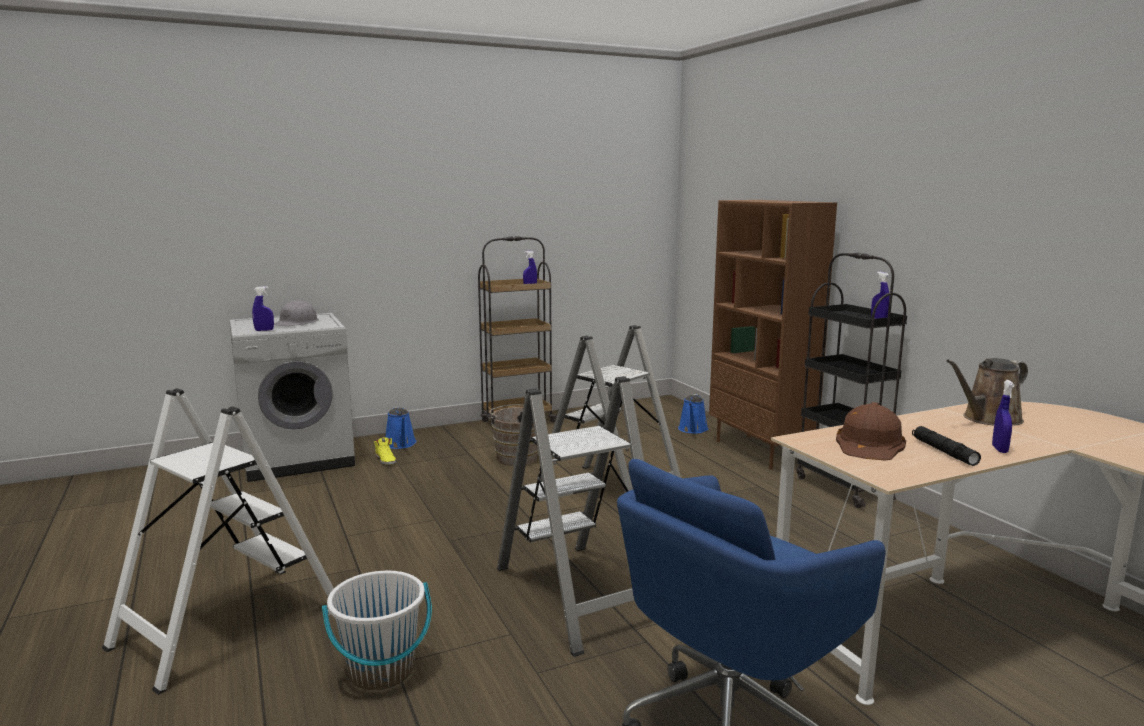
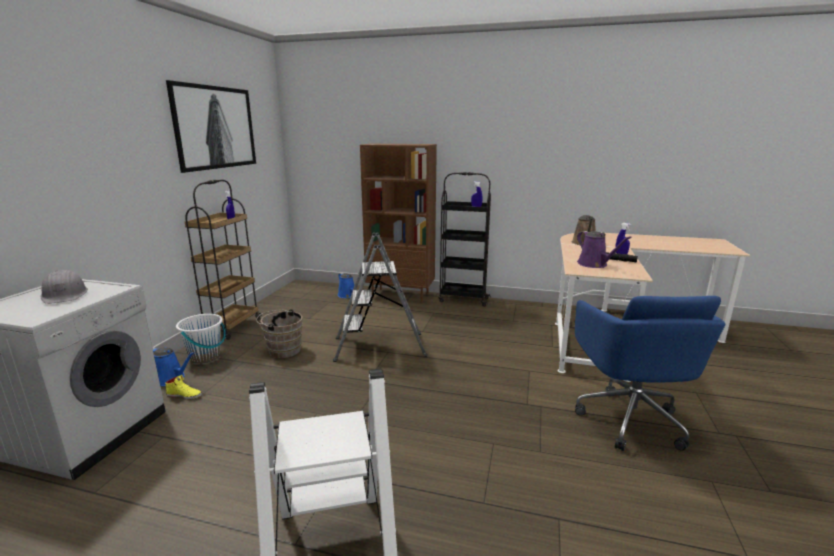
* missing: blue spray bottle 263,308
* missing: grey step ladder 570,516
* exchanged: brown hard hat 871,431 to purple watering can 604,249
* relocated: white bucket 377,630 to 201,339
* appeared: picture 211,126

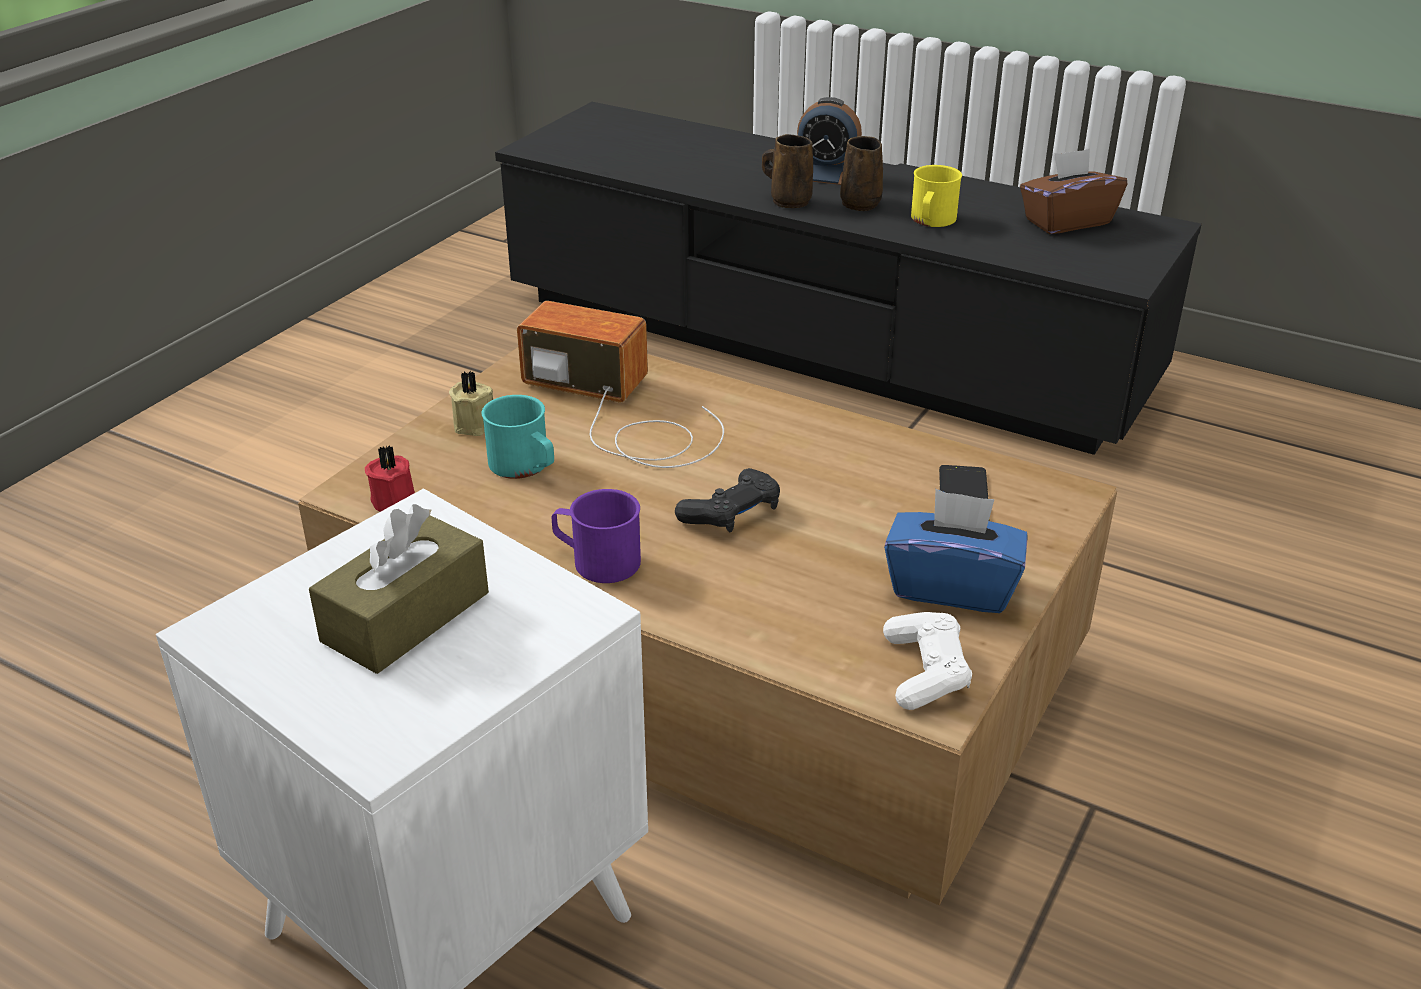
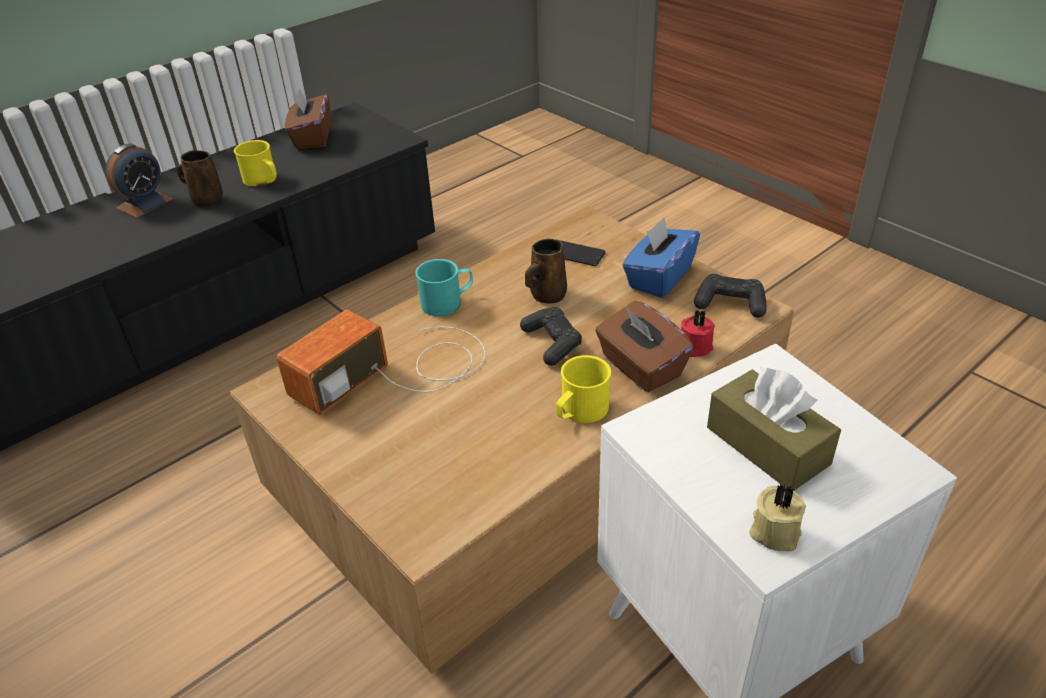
* relocated: brown mug 787,171 to 546,271
* relocated: beige candle 471,403 to 777,517
* relocated: turquoise mug 517,437 to 444,287
* relocated: red candle 390,478 to 698,333
* colour: purple mug 596,536 to yellow mug 583,389
* colour: white game controller 927,661 to black game controller 730,296
* appeared: brown tissue box 644,346

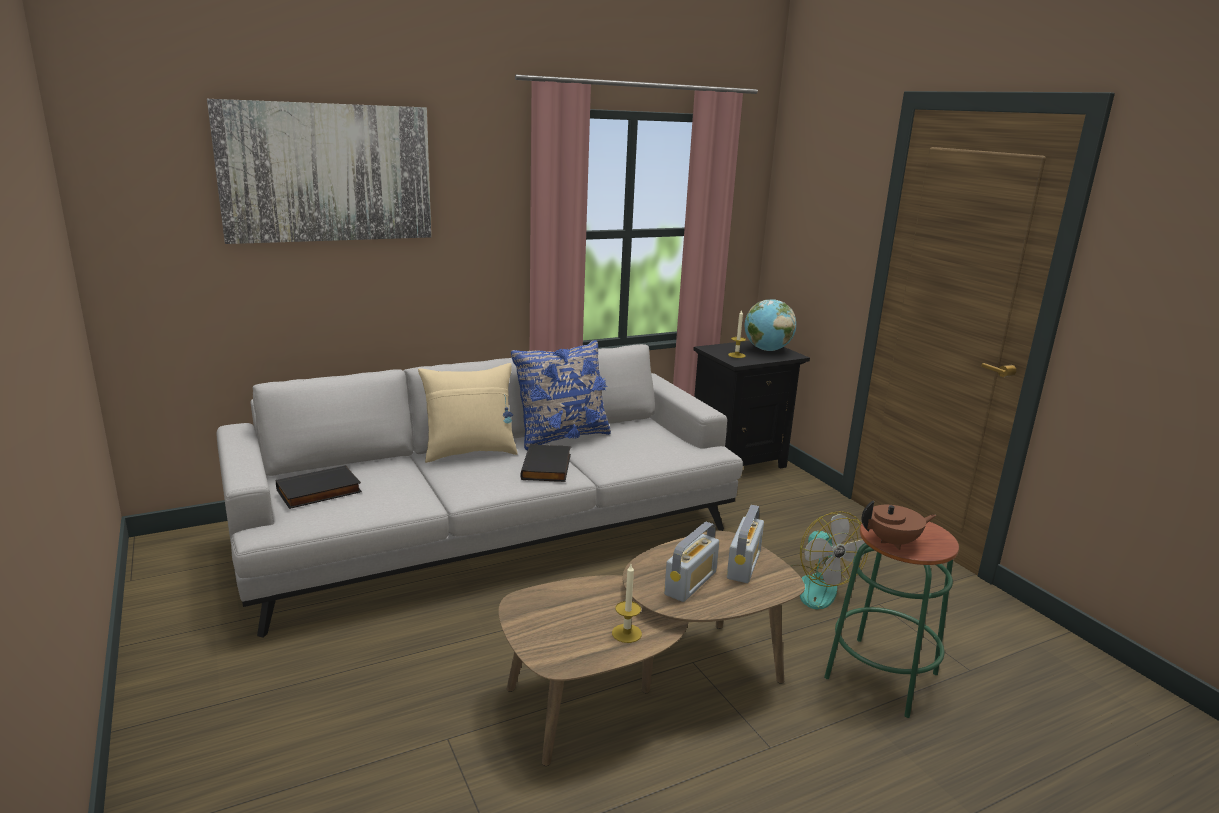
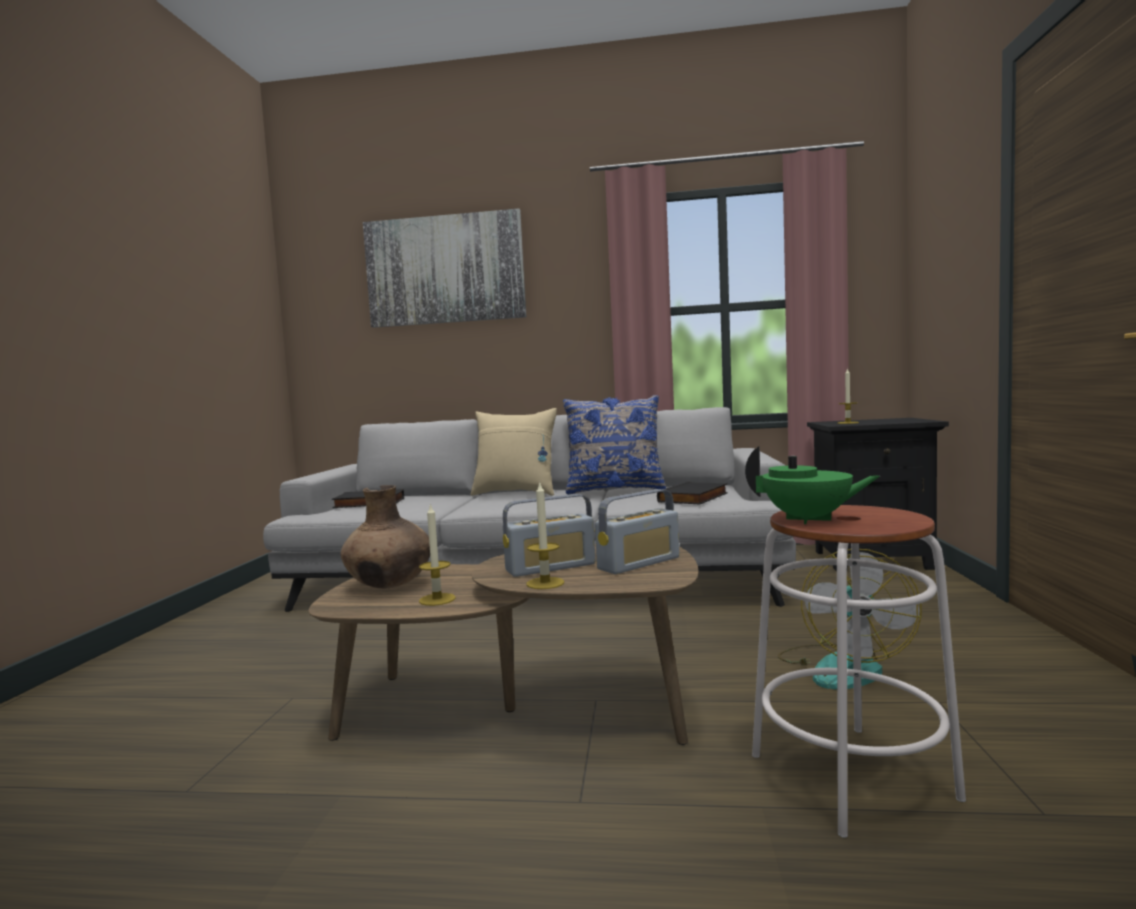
* missing: globe 770,325
* relocated: black book 545,463 to 692,492
* colour: brown teapot 899,525 to green teapot 812,485
* colour: green stool 891,620 to white stool 859,671
* appeared: candle 545,535
* appeared: brown vase 385,536

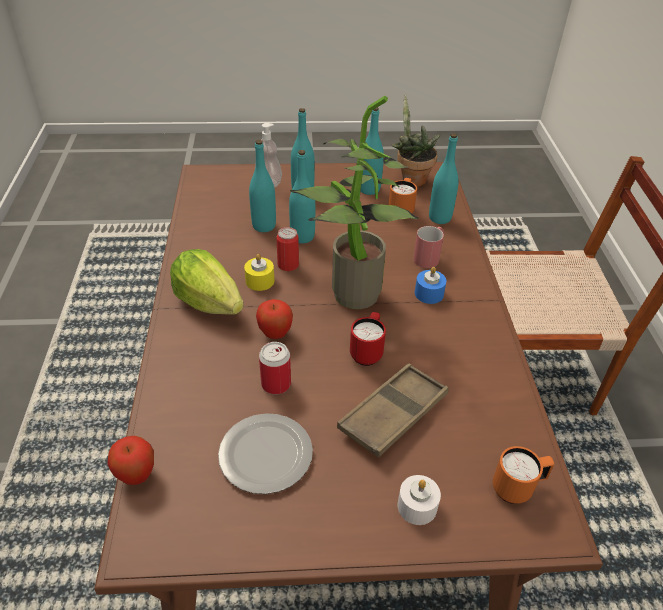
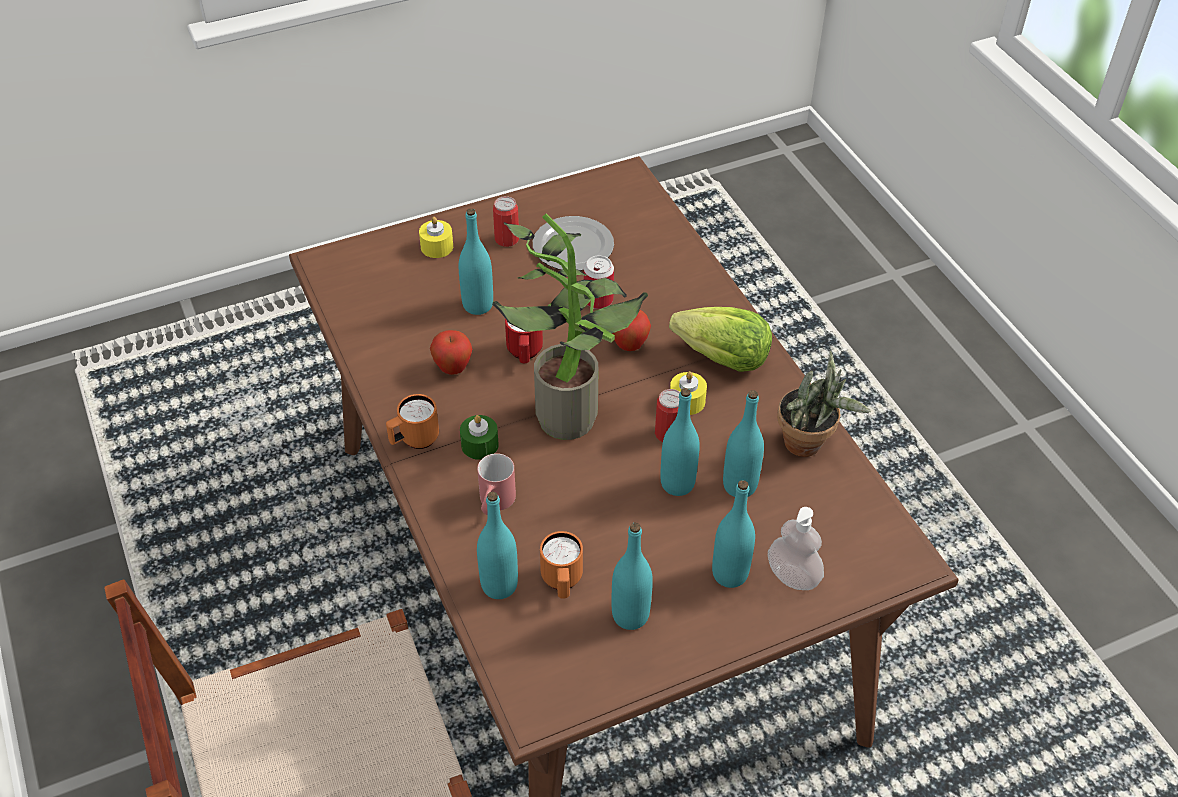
* relocated: potted plant 416,140 to 824,403
* colour: blue candle 430,285 to green candle 479,437
* exchanged: brown tray 393,410 to turquoise bottle 476,261
* relocated: apple 130,460 to 451,352
* relocated: orange mug 523,475 to 412,421
* colour: white candle 419,500 to yellow candle 436,237
* appeared: can 506,221

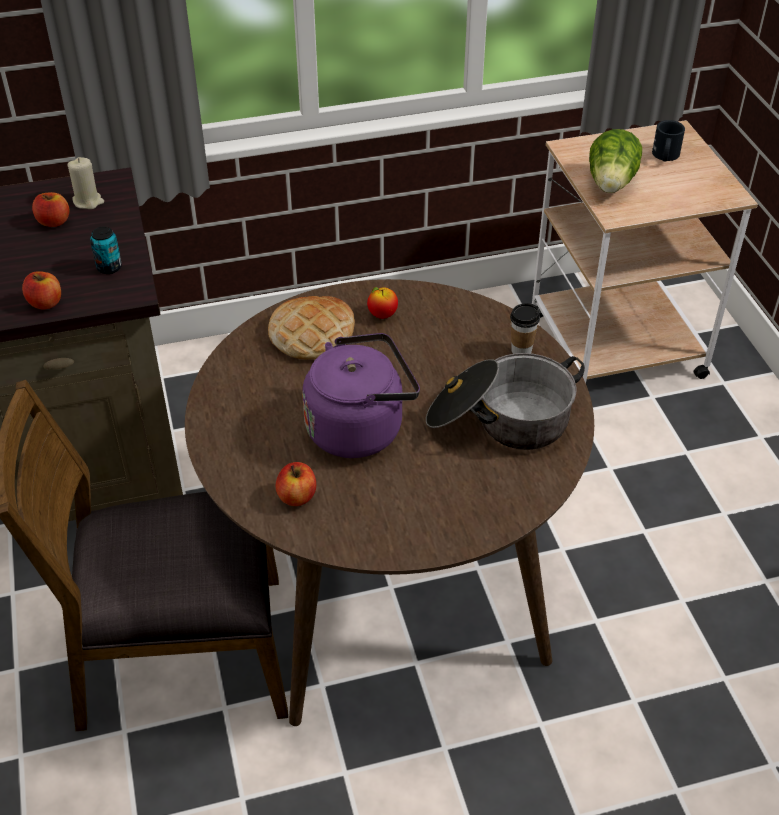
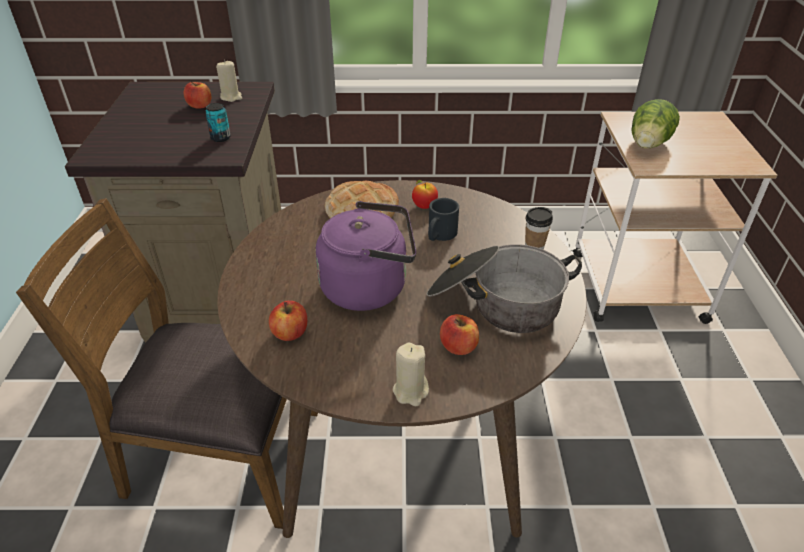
* relocated: black mug 668,141 to 443,219
* relocated: apple 41,290 to 459,334
* appeared: beige candle 411,374

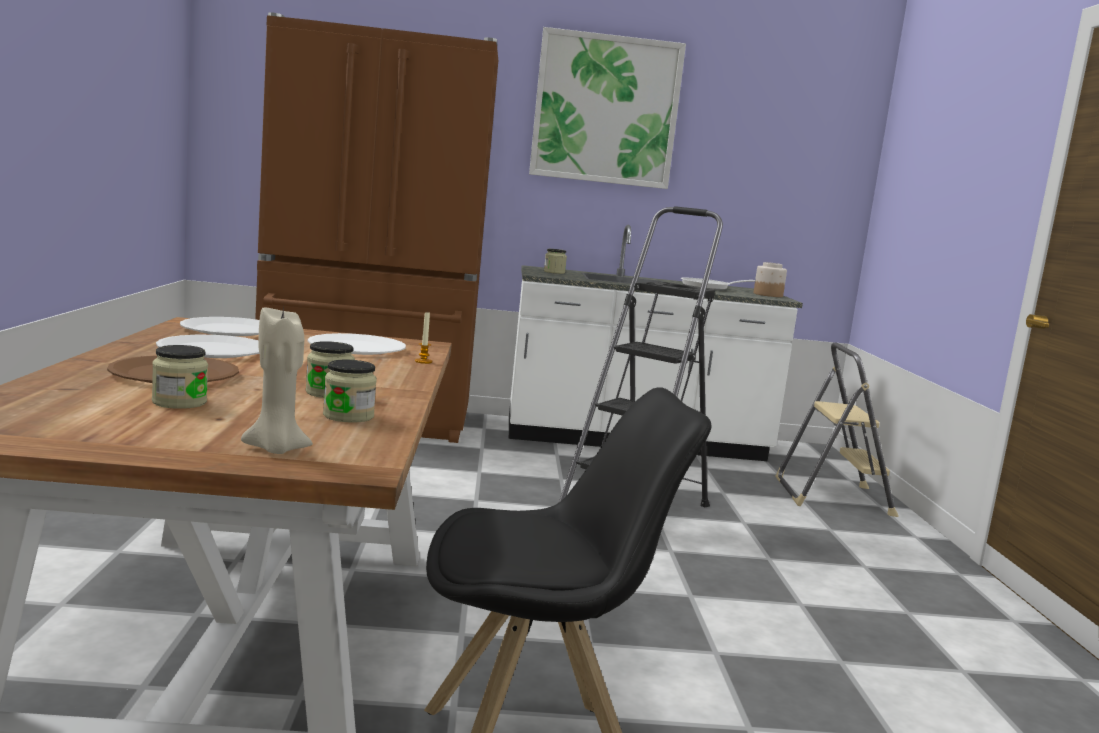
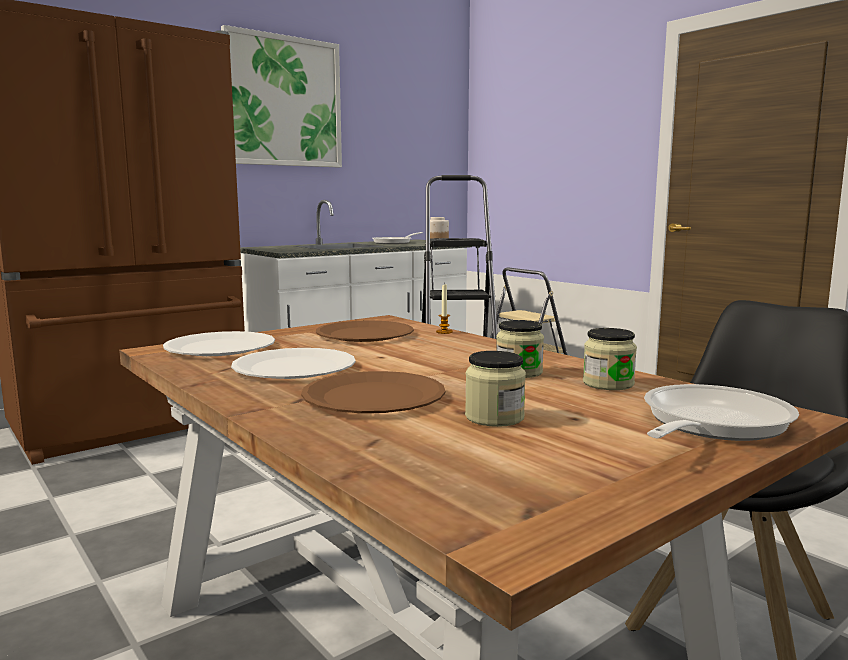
* missing: jar 555,261
* exchanged: beige candle 277,380 to frying pan 721,412
* colour: white plate 357,344 to brown plate 365,331

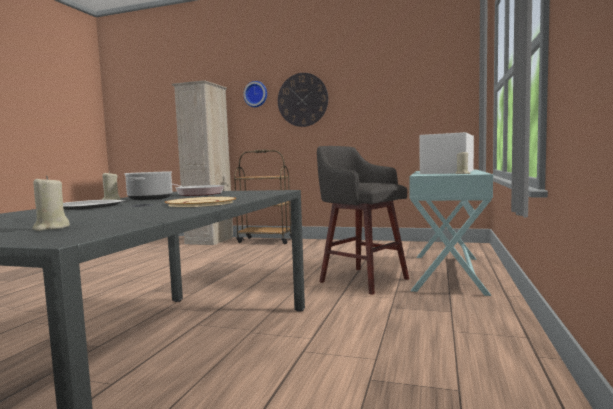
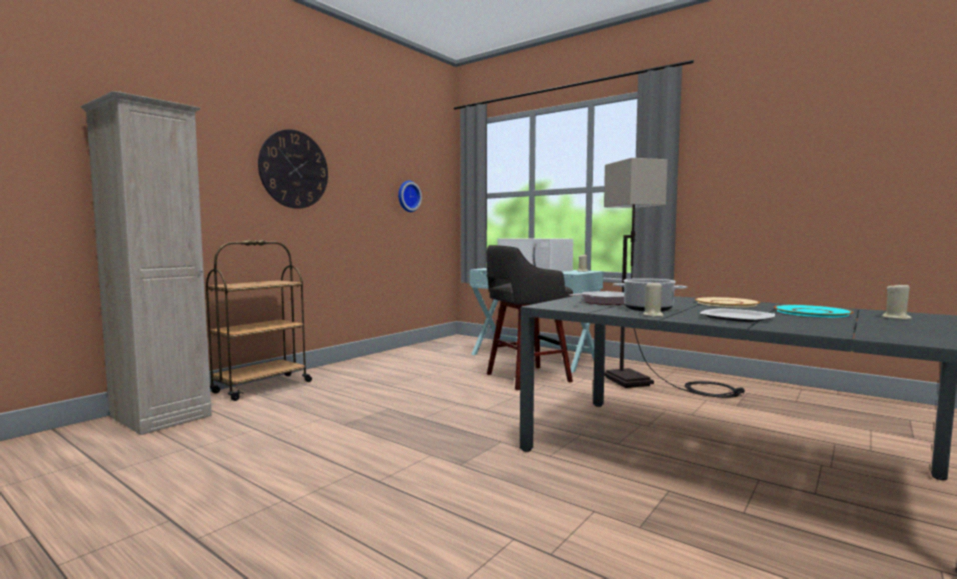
* relocated: wall clock 255,94 to 410,196
* appeared: floor lamp 674,278
* appeared: turquoise plate 814,311

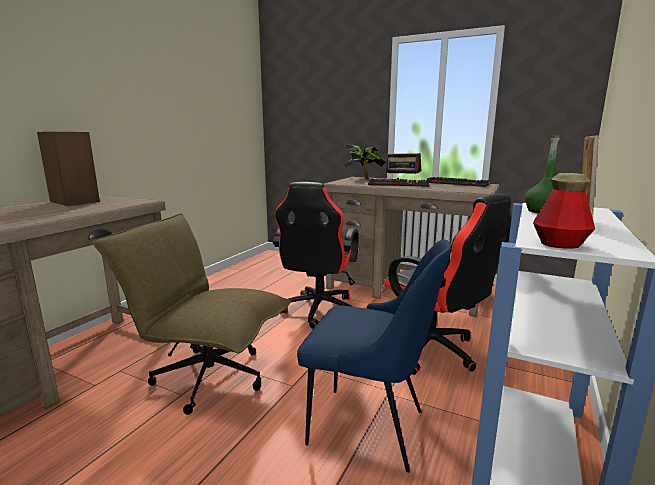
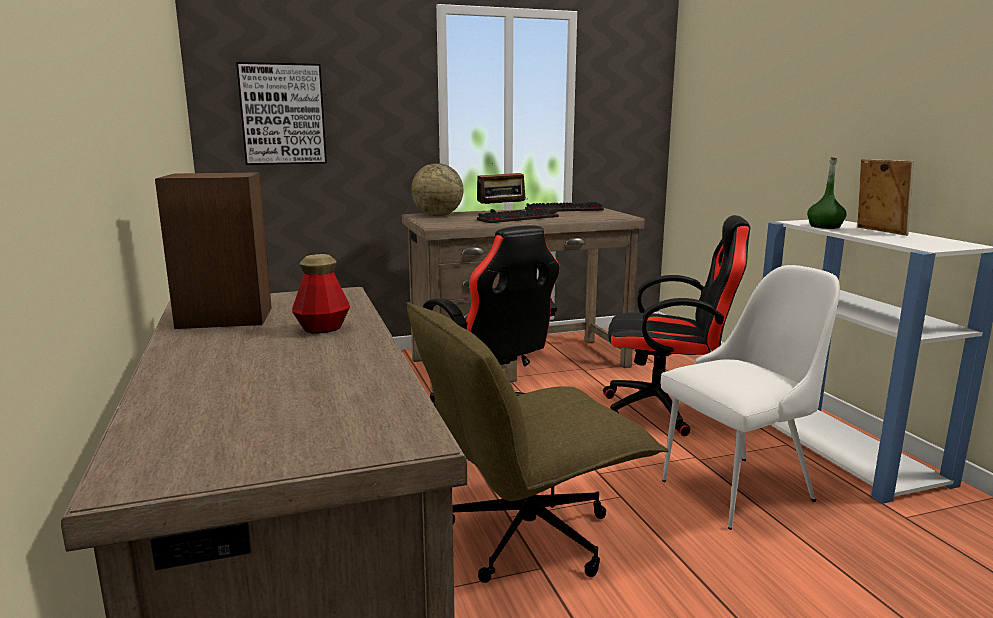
* exchanged: potted plant 365,162 to globe 437,189
* relocated: bottle 564,211 to 321,293
* colour: blue chair 374,356 to white chair 750,397
* appeared: picture 281,113

